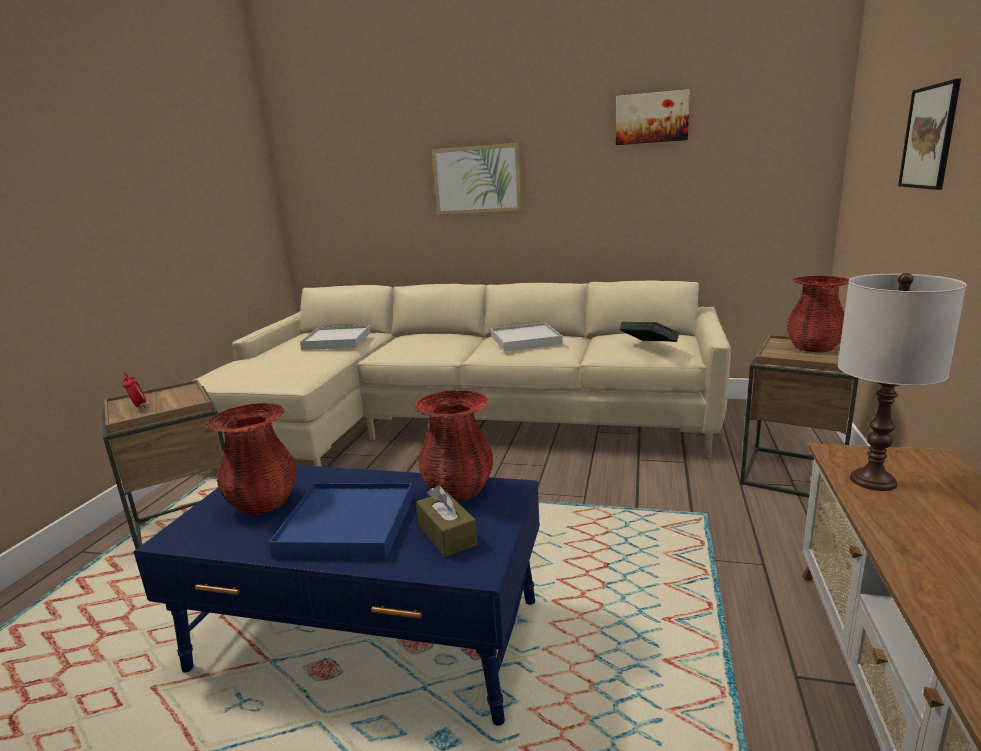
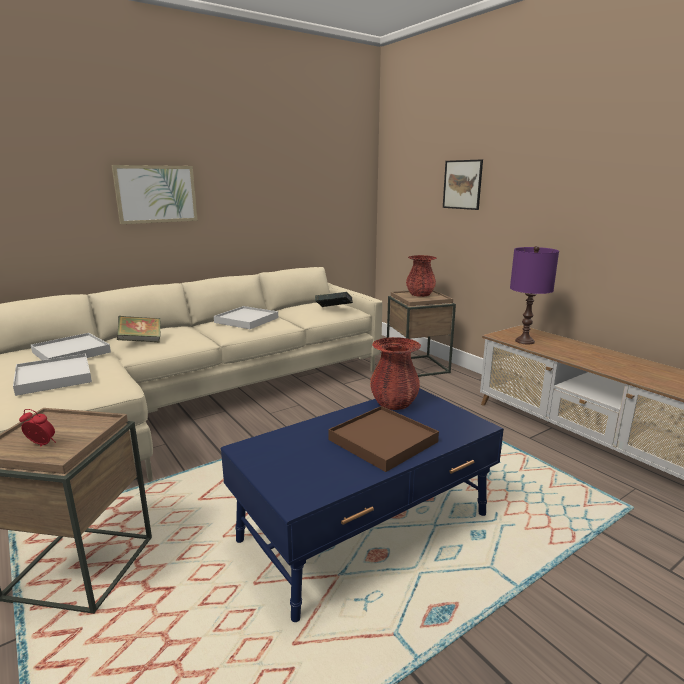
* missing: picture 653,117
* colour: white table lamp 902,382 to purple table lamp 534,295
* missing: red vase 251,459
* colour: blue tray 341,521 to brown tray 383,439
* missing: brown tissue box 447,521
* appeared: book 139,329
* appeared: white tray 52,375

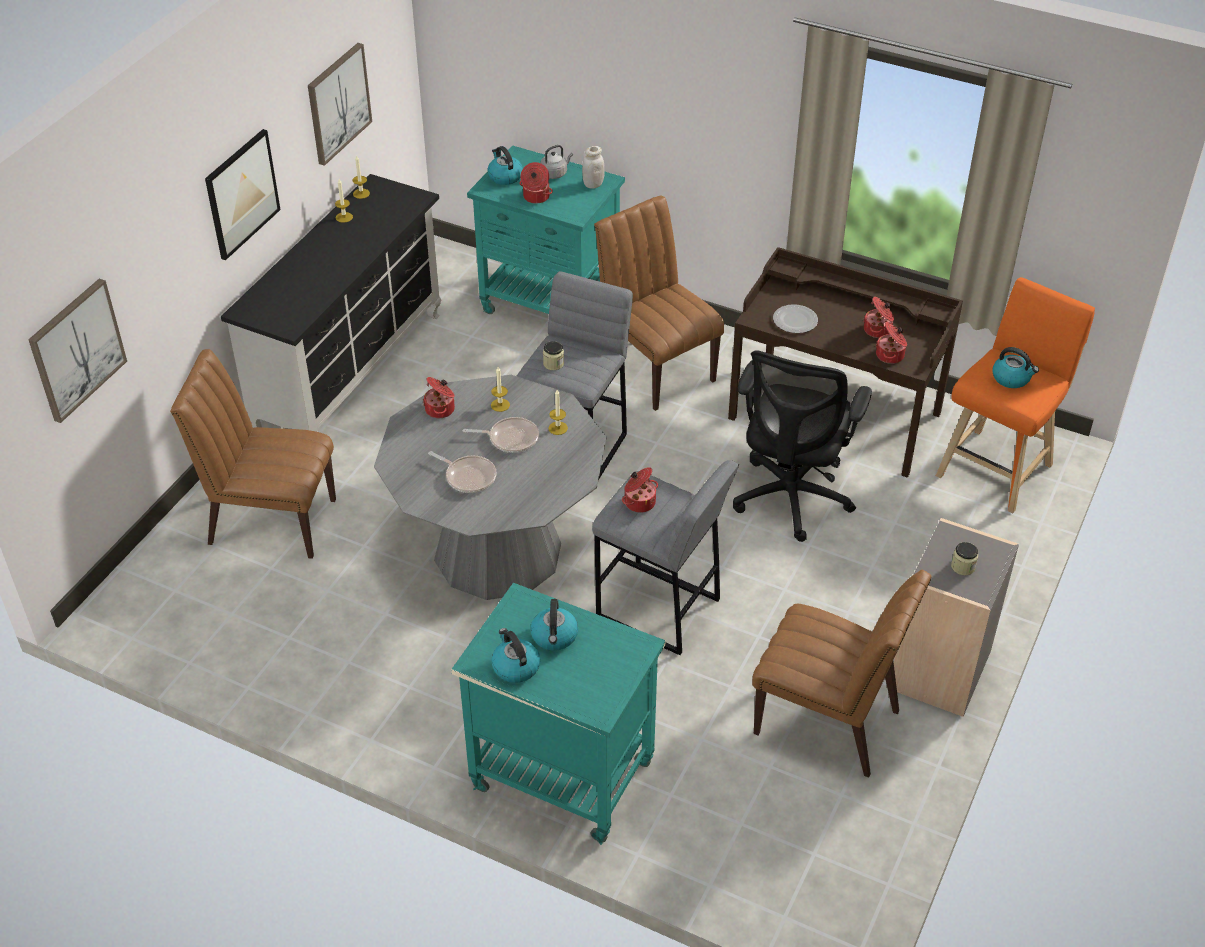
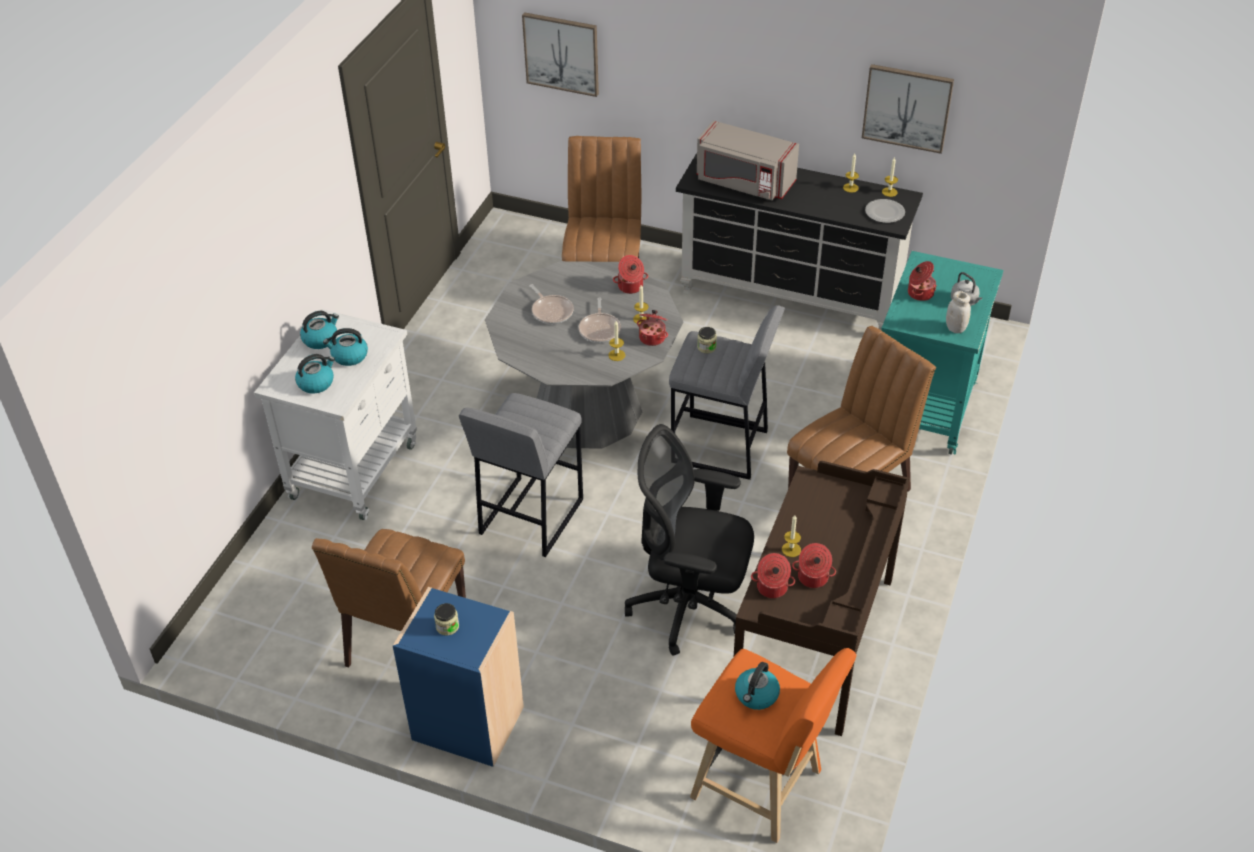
* missing: picture 243,194
* relocated: kettle 505,165 to 315,373
* relocated: plate 795,318 to 885,211
* spun: frying pan 462,472 = 552,304 60 degrees counterclockwise
* relocated: cooking pot 640,490 to 652,328
* colour: grey bookcase 956,617 to blue bookcase 458,677
* colour: turquoise cart 558,714 to white cart 336,414
* appeared: grey microwave 748,160
* appeared: candle 791,536

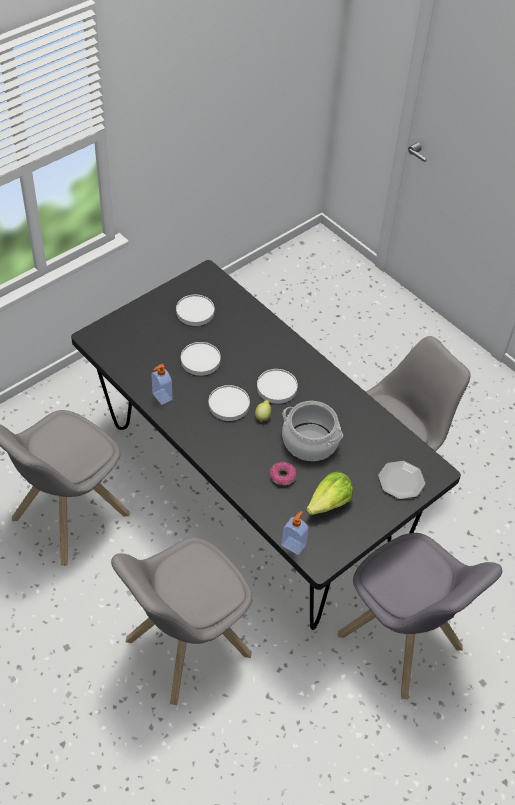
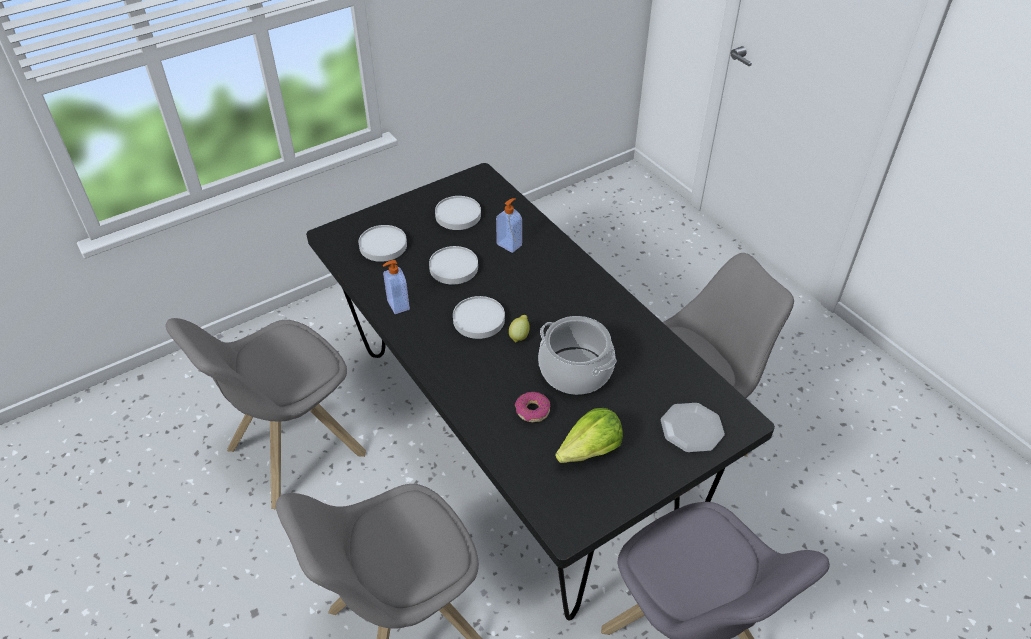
* relocated: white plate 277,386 to 382,243
* relocated: soap dispenser 295,533 to 509,225

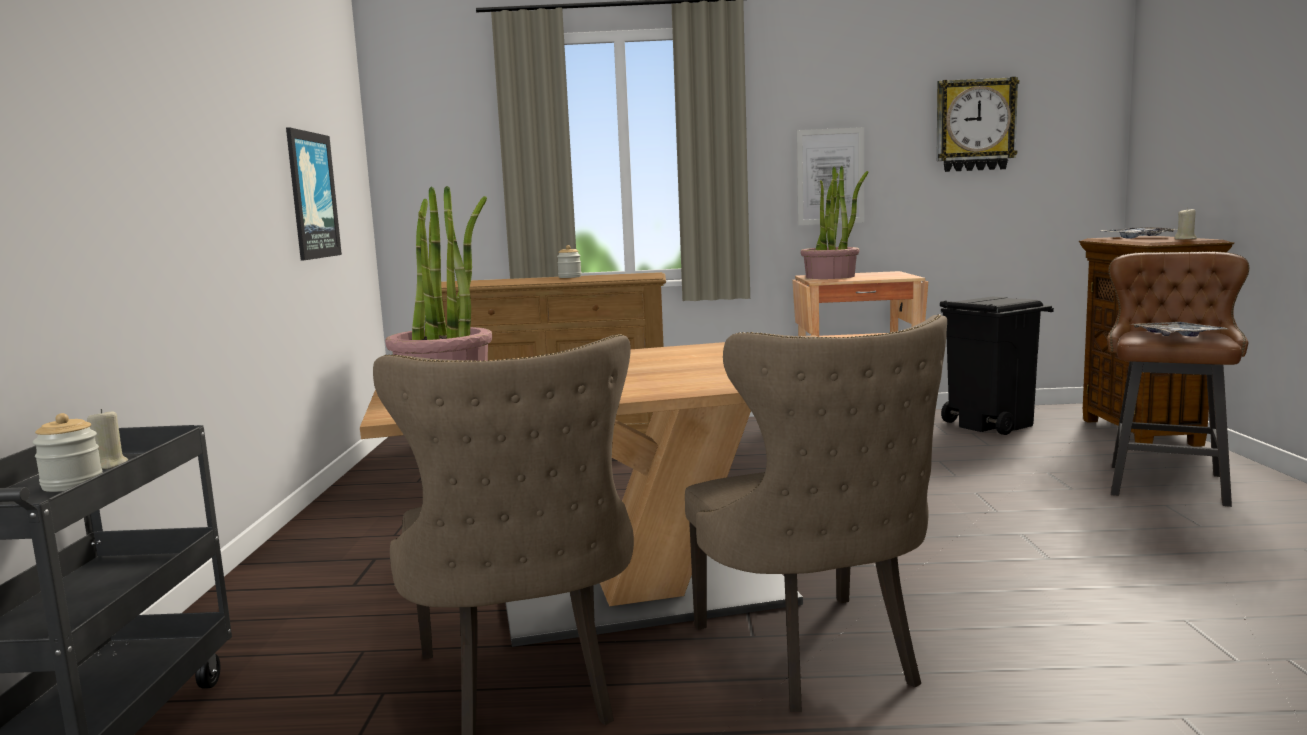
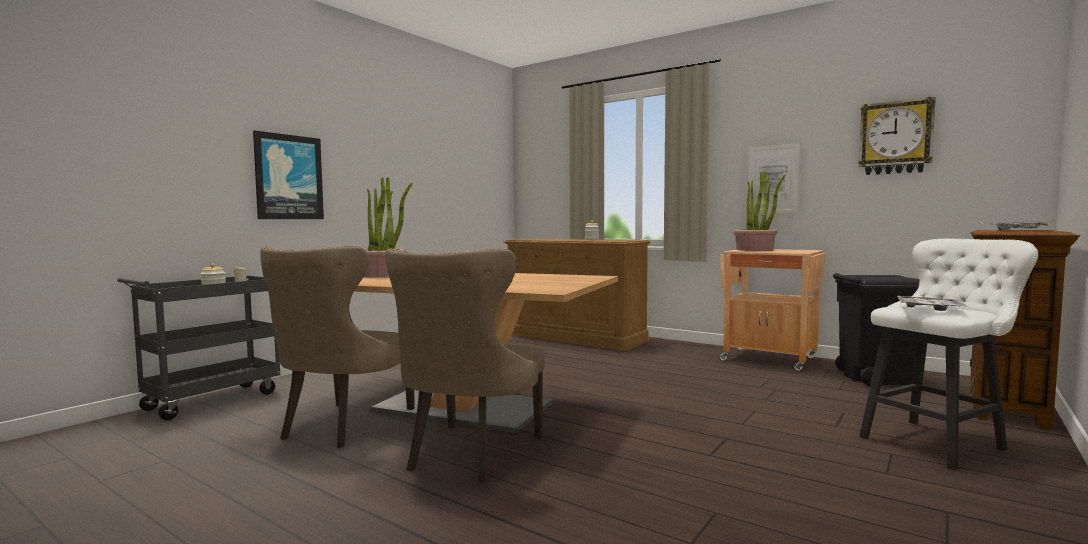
* relocated: picture 314,193 to 288,174
* missing: beige candle 1185,223
* colour: brown stool 1178,379 to white stool 948,354

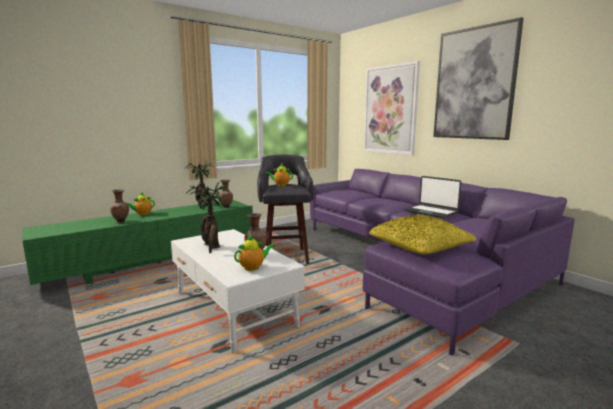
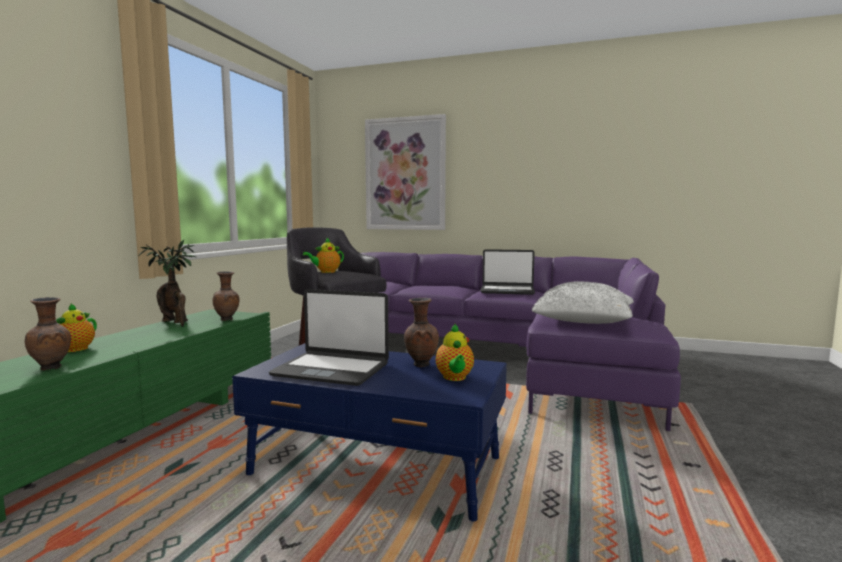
* missing: picture 478,78
* exchanged: potted plant 207,218 to laptop 329,337
* colour: yellow pillow 422,234 to white pillow 583,302
* colour: white coffee table 238,291 to blue coffee table 369,432
* spun: teapot 254,253 = 455,352 150 degrees clockwise

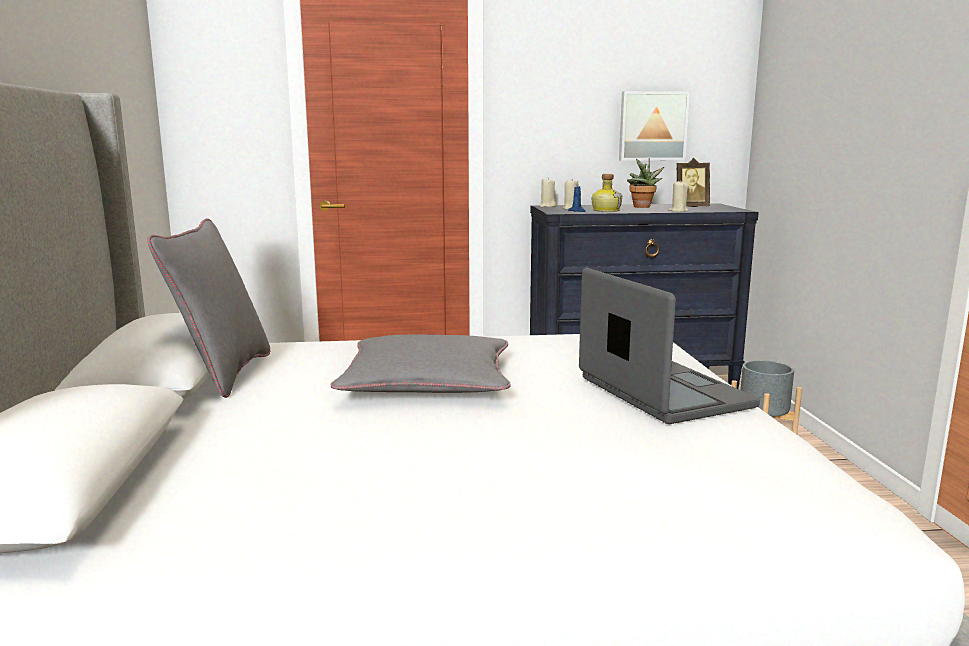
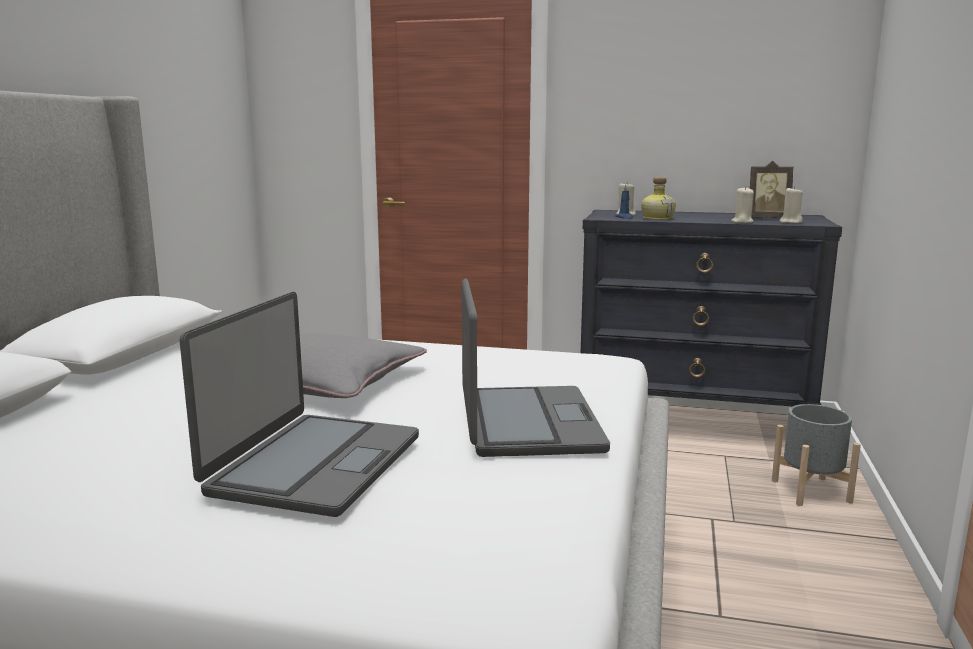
* missing: picture 654,126
* missing: potted plant 645,183
* relocated: beige candle 547,192 to 791,204
* missing: grey pillow 208,308
* appeared: laptop 299,404

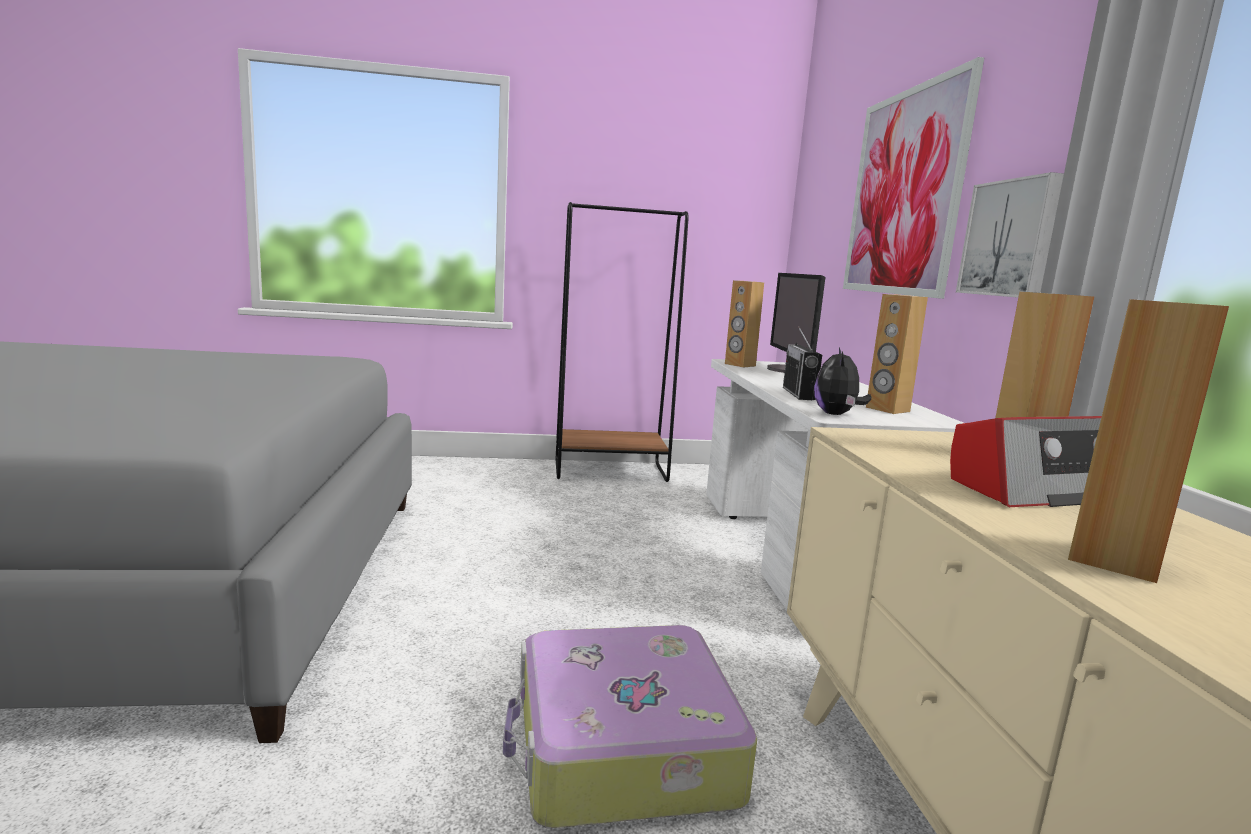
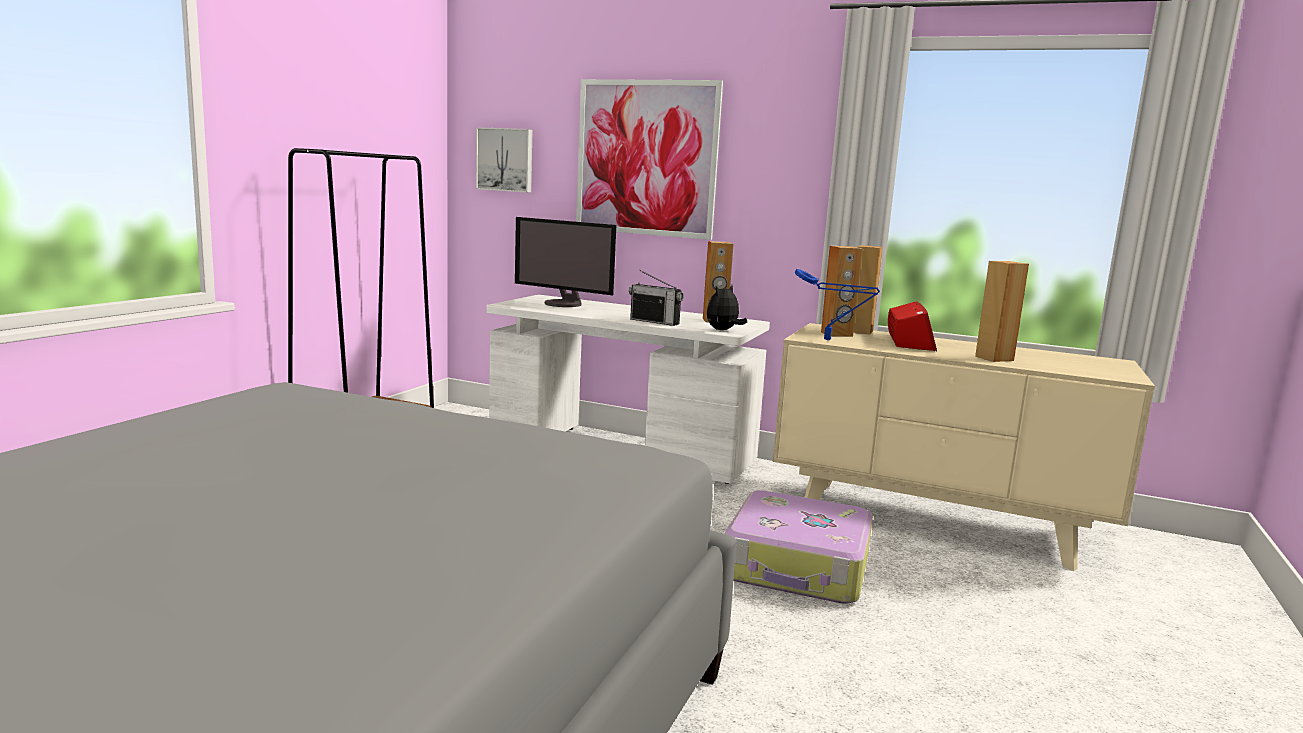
* relocated: picture 1010,235 to 504,160
* relocated: brown speaker 744,324 to 842,291
* spun: plush toy 842,381 = 727,307 90 degrees clockwise
* appeared: blue table lamp 837,304

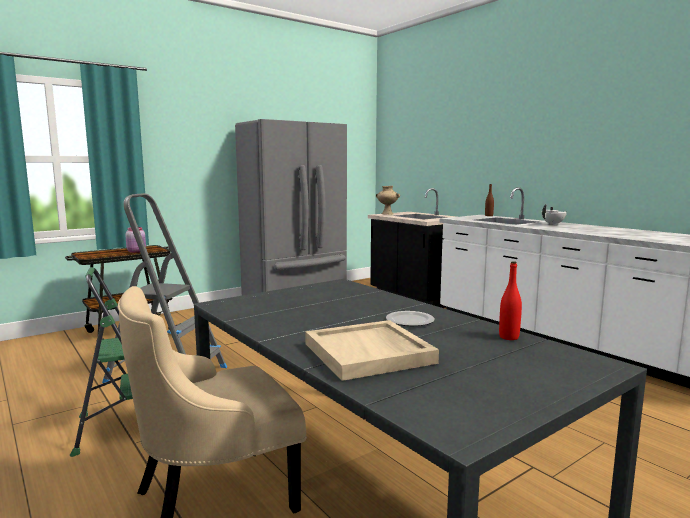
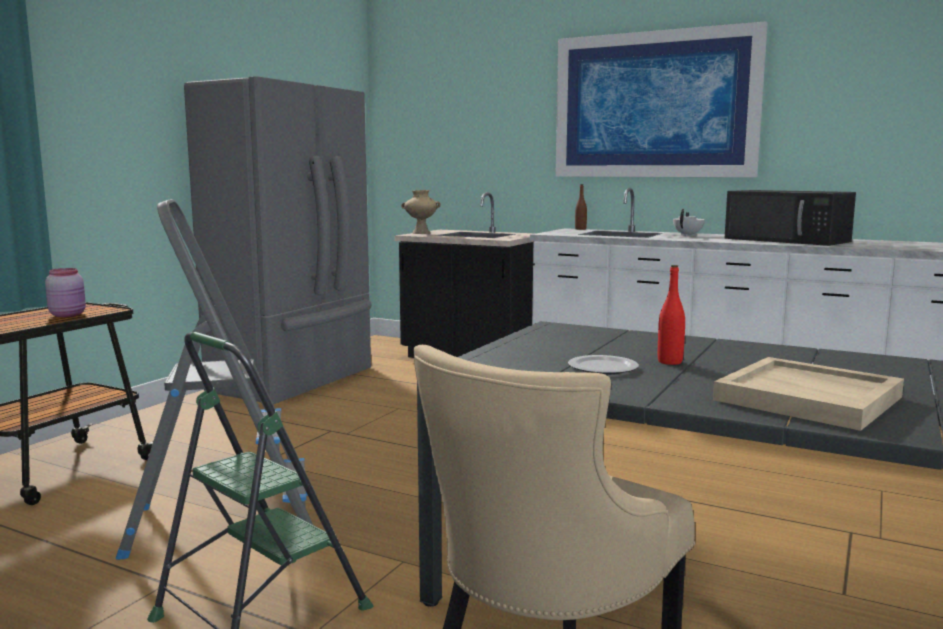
* relocated: red bottle 510,300 to 671,315
* relocated: plate 410,318 to 603,364
* appeared: picture 661,99
* appeared: black microwave 790,218

